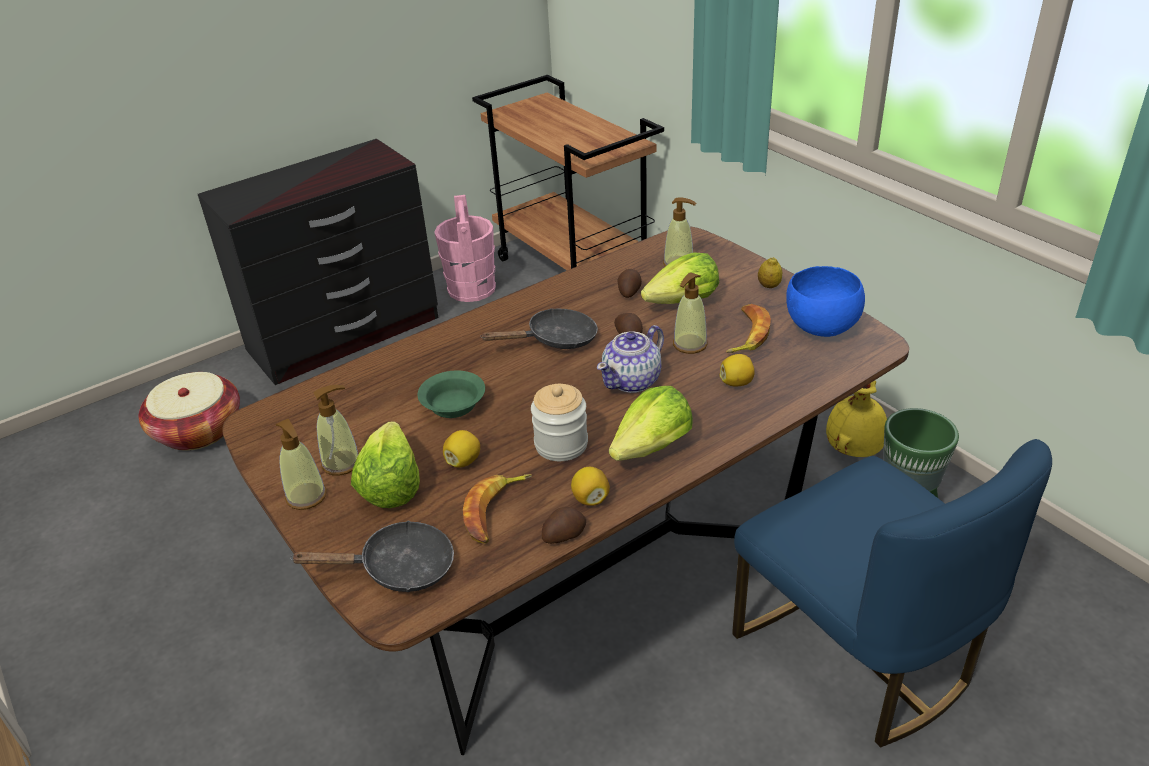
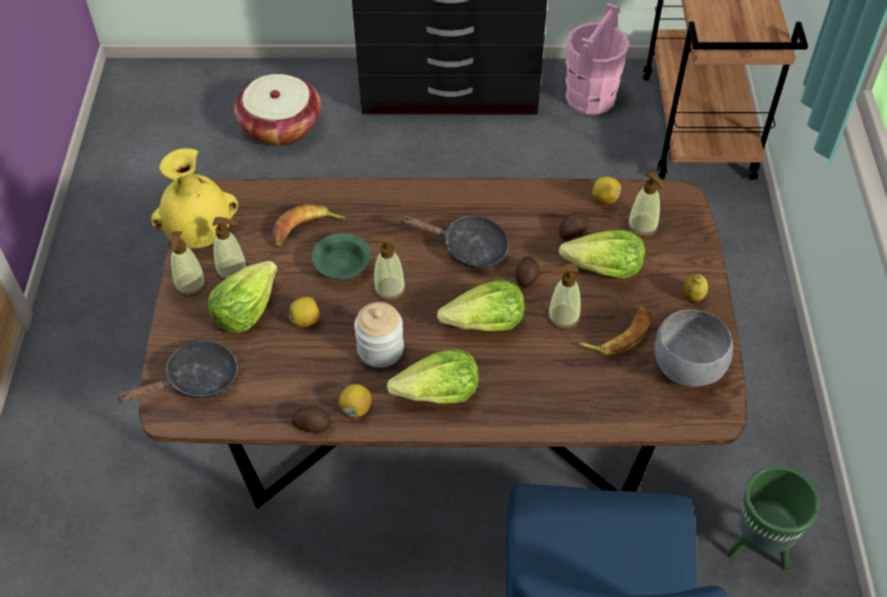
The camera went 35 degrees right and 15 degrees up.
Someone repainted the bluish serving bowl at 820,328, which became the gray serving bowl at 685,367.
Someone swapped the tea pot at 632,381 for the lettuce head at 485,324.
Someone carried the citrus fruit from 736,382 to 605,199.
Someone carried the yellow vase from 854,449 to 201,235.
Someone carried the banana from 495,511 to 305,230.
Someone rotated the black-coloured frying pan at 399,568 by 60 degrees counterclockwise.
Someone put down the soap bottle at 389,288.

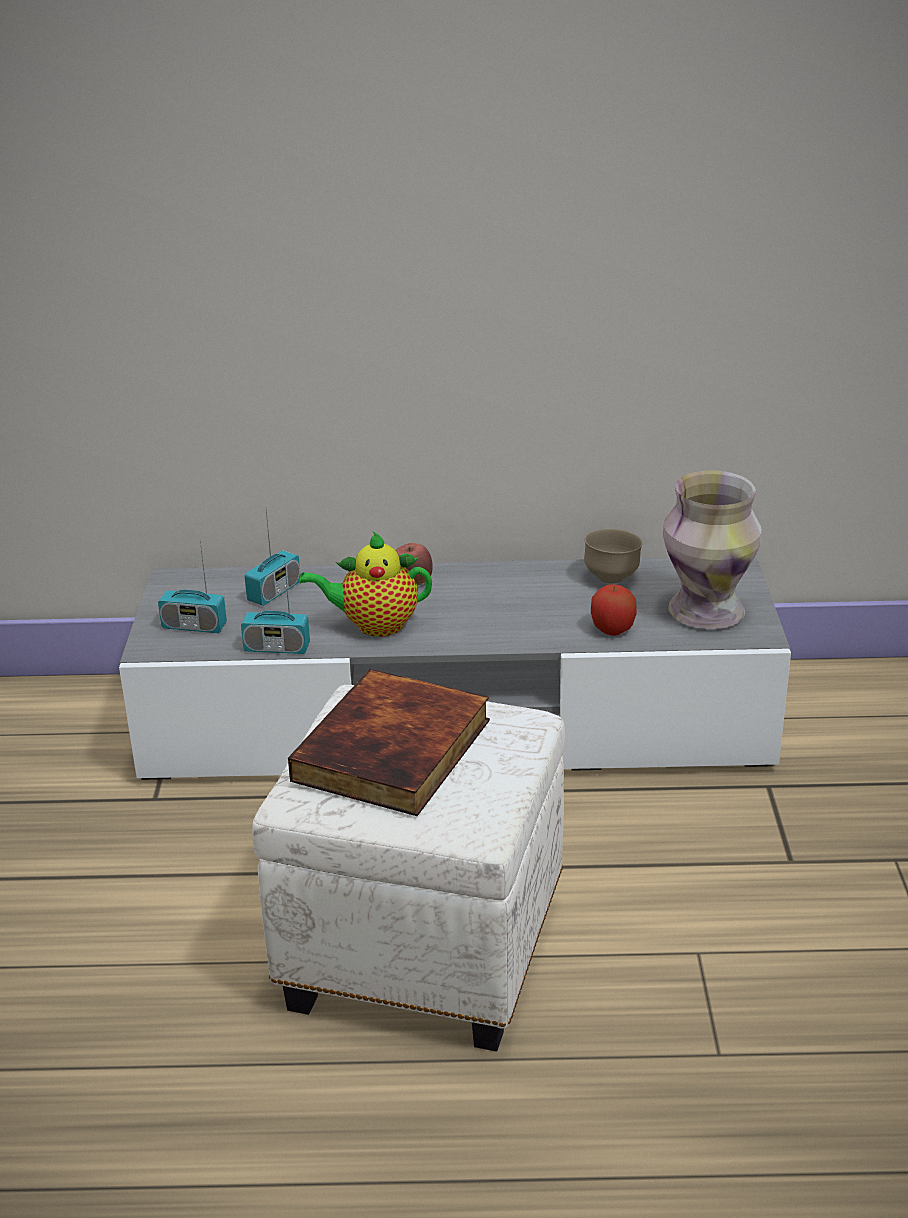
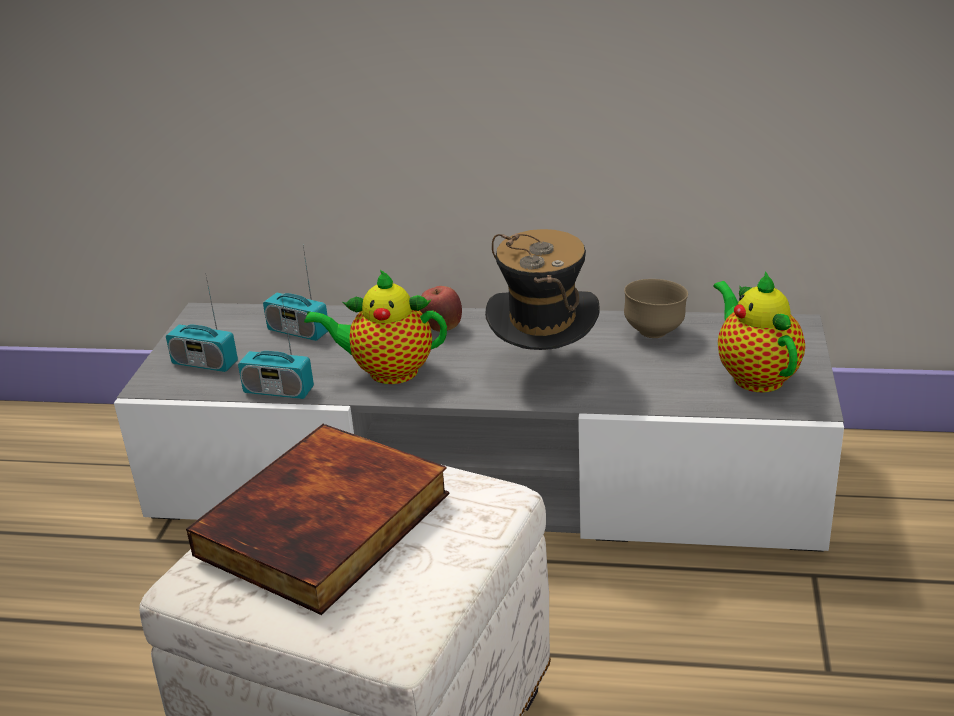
The camera went 10 degrees right and 0 degrees up.
Someone swapped the vase at 708,612 for the tea pot at 754,375.
Someone rotated the radio set at 274,592 by 75 degrees clockwise.
Someone took away the apple fruit at 612,629.
Someone put down the clothing hat at 544,370.

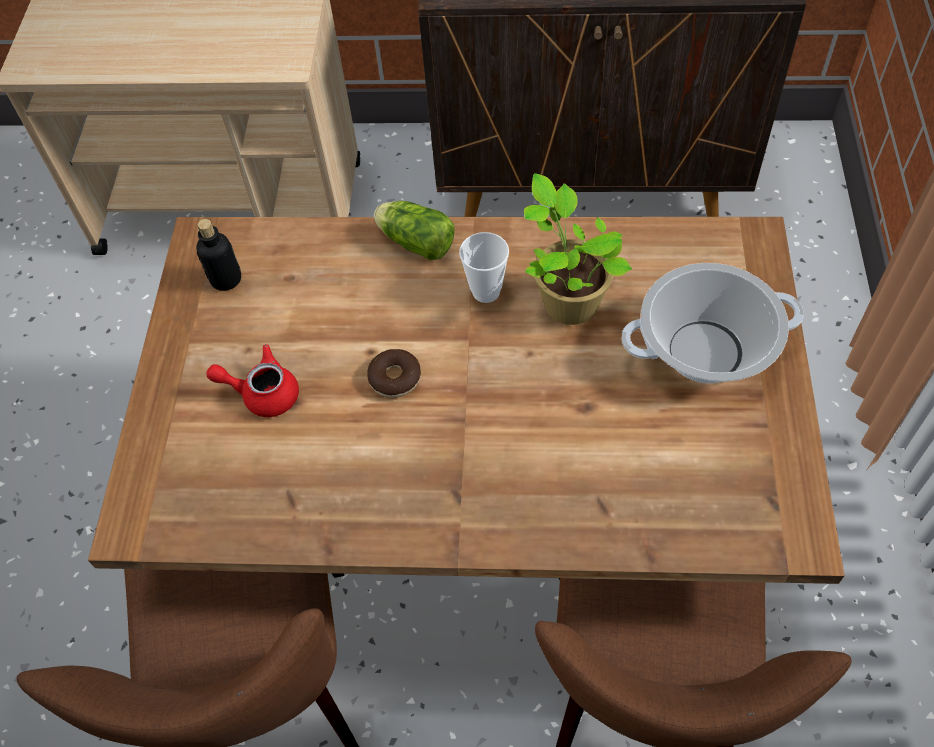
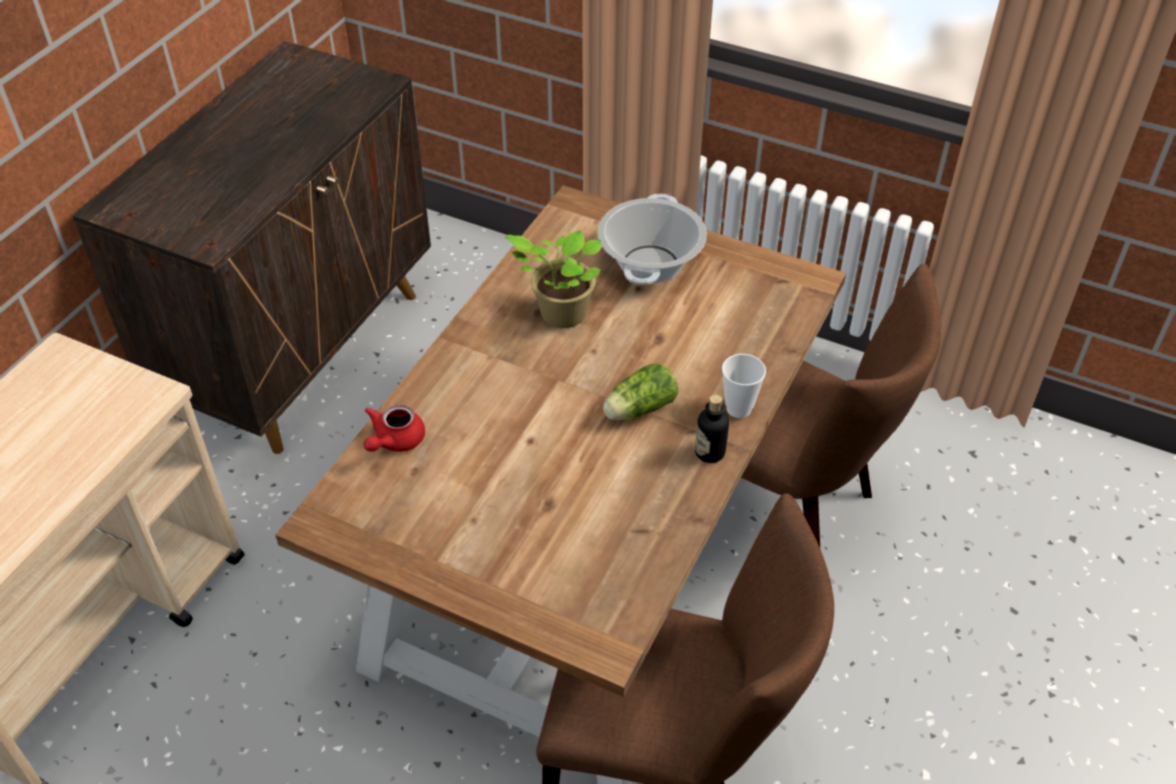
The camera went 70 degrees left and 10 degrees down.
Someone carried the lettuce head from 414,241 to 638,409.
Someone carried the bottle from 226,279 to 710,452.
Someone carried the cup from 486,291 to 738,409.
Someone carried the red-coloured tea pot from 263,393 to 394,441.
Someone took away the ring doughnut at 395,378.

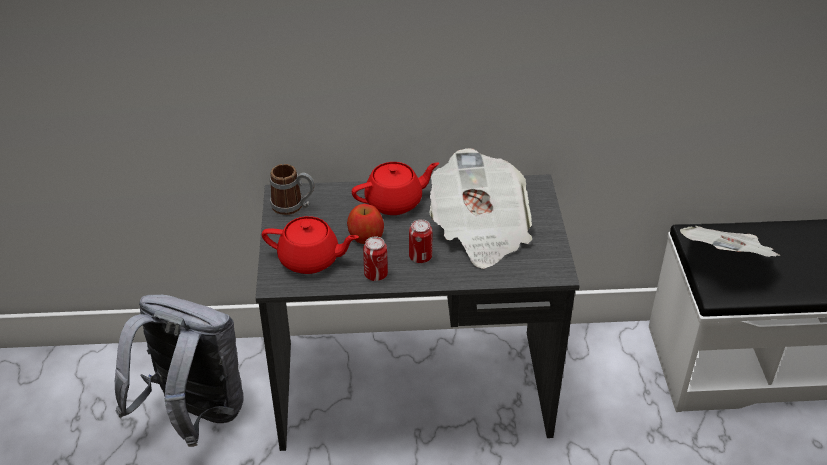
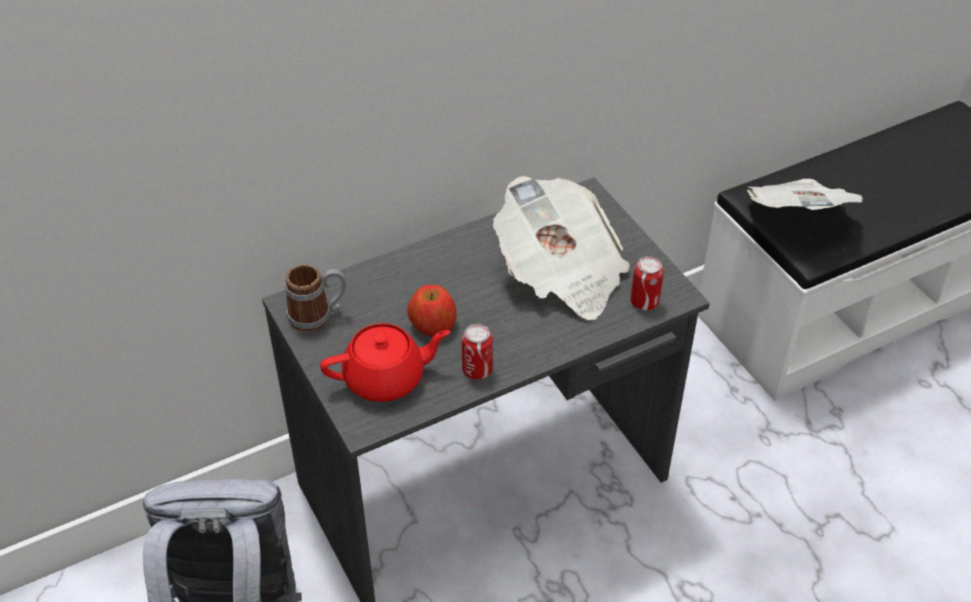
The camera went 25 degrees left and 5 degrees up.
Someone took away the red-coloured tea pot at 395,202.
Someone carried the sealed can from 420,257 to 644,302.

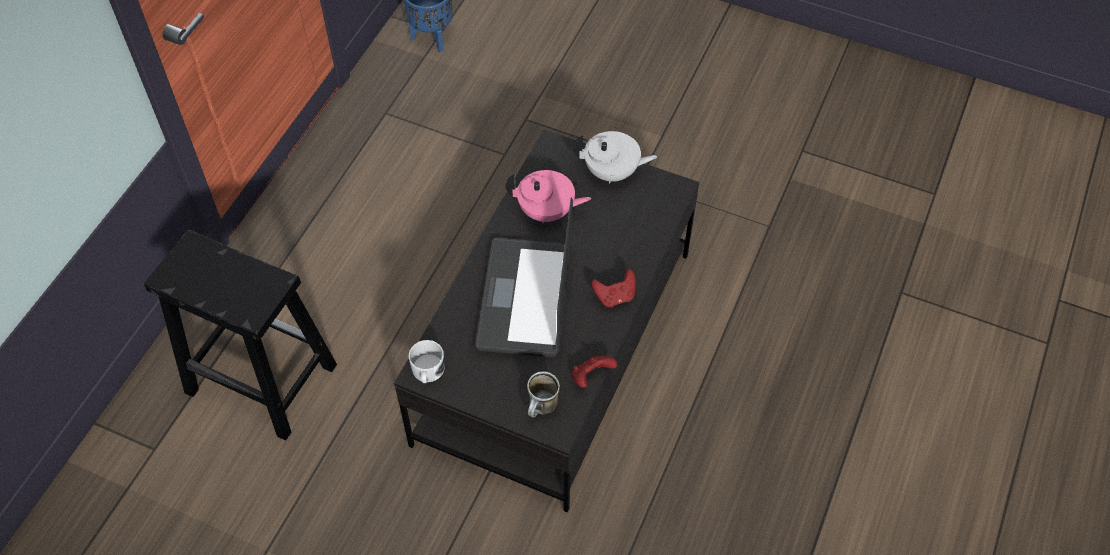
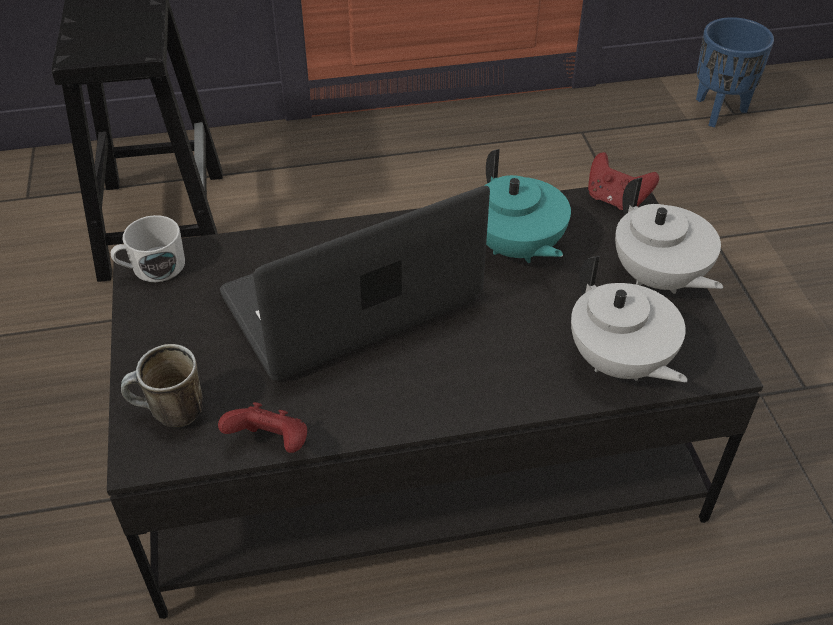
The camera went 55 degrees right and 10 degrees down.
Someone repainted the pink tea pot at 546,212, which became the blue-green tea pot at 516,248.
Someone carried the red-coloured joypad from 615,296 to 616,200.
Someone put down the whitish tea pot at 619,363.

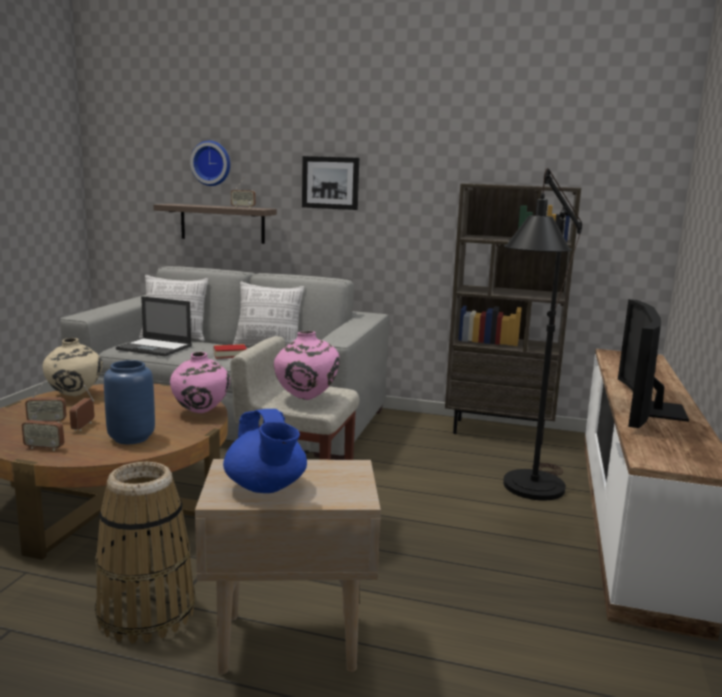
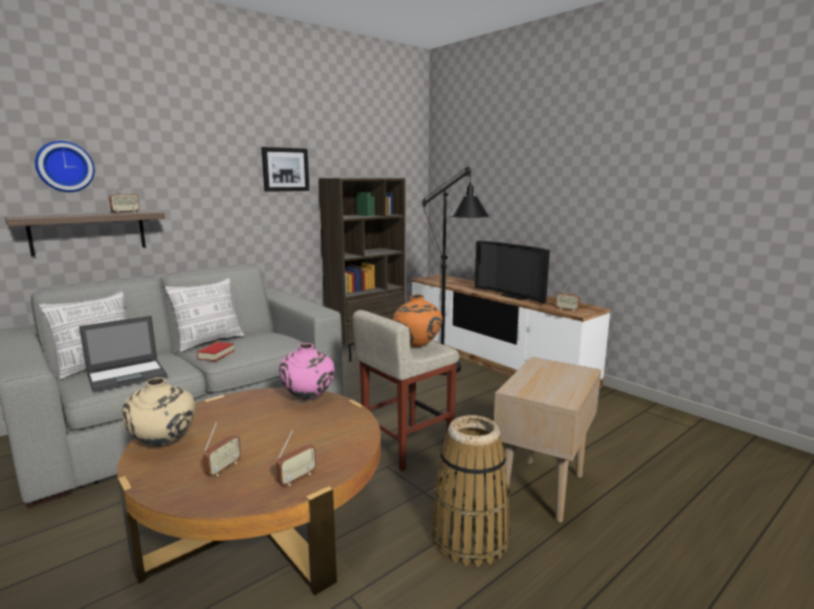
The camera went 55 degrees left and 0 degrees up.
Someone carried the wall picture from 330,183 to 285,169.
Someone repainted the pink vase at 305,399, which became the orangey vase at 417,347.
Someone took away the bluish vase at 131,438.
Someone carried the radio set from 83,426 to 567,309.
Someone took away the bluish tea pot at 266,487.

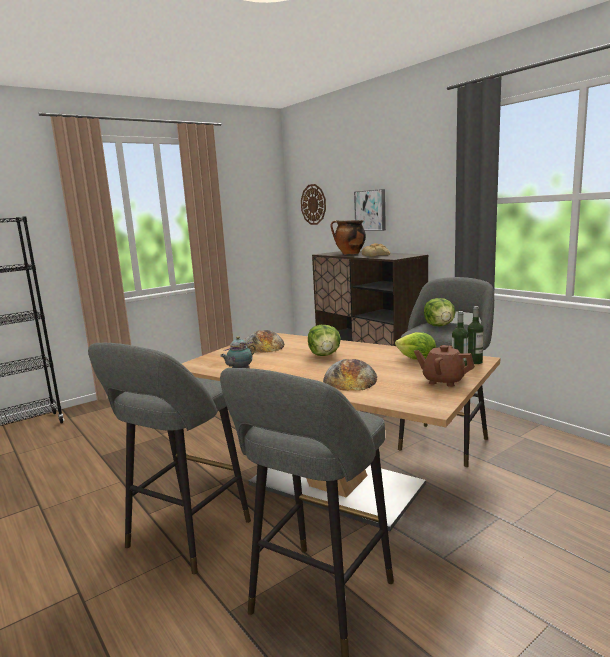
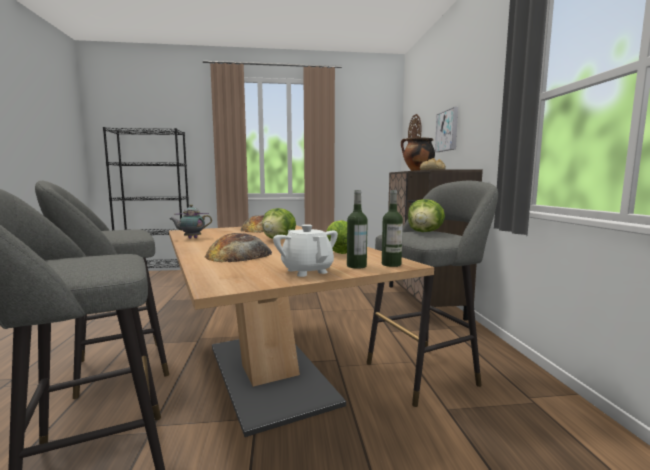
The camera went 30 degrees right and 5 degrees down.
Someone repainted the brown tea pot at 443,381, which became the whitish tea pot at 307,271.

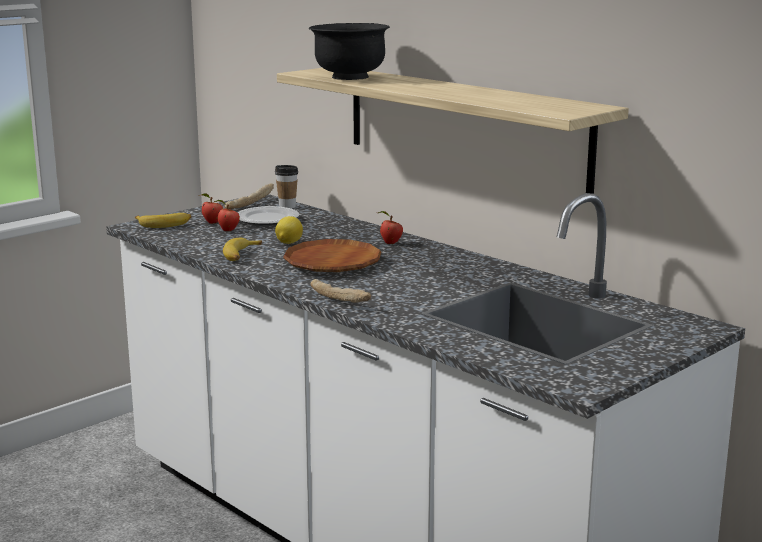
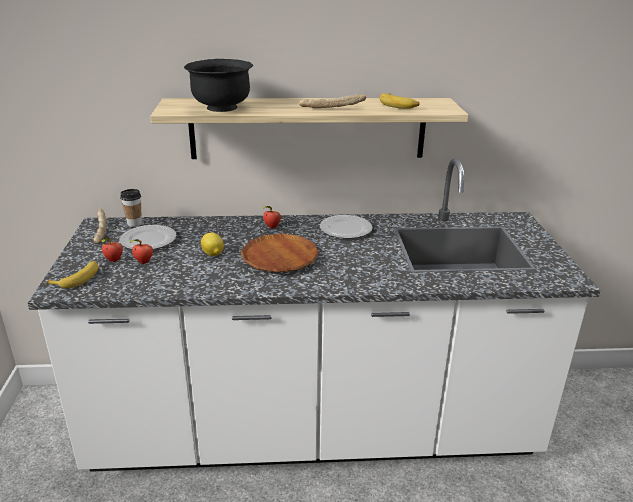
The camera went 50 degrees left and 10 degrees up.
Someone carried the banana from 241,255 to 399,105.
Someone carried the bread from 340,299 to 332,107.
Someone put down the flat dish at 345,230.

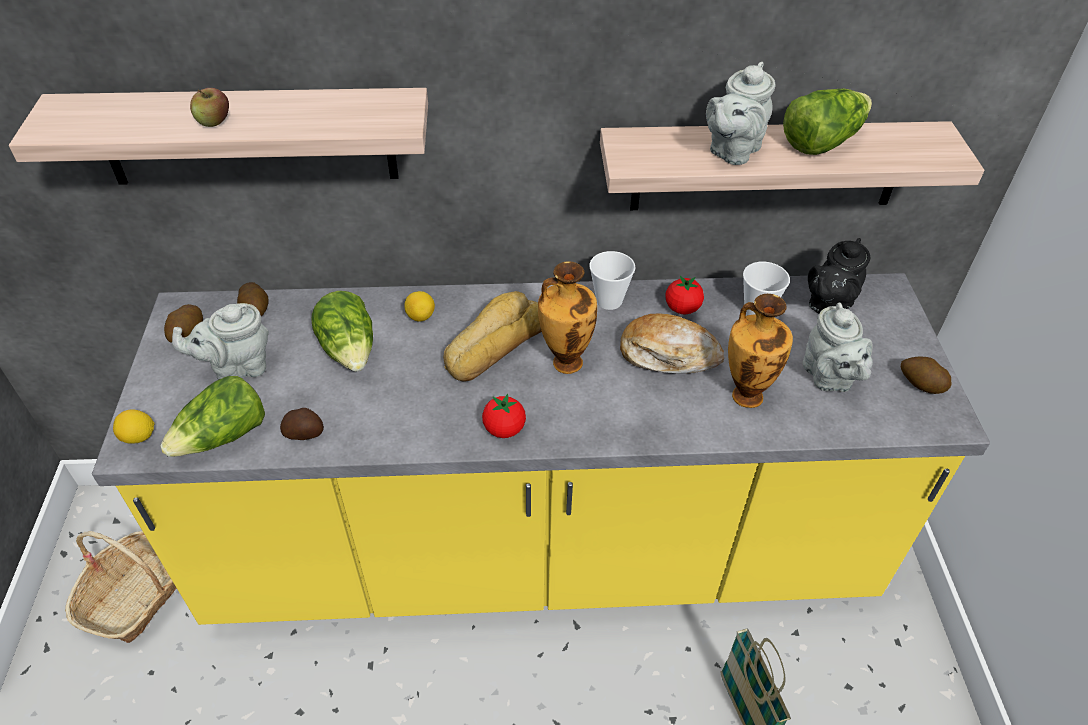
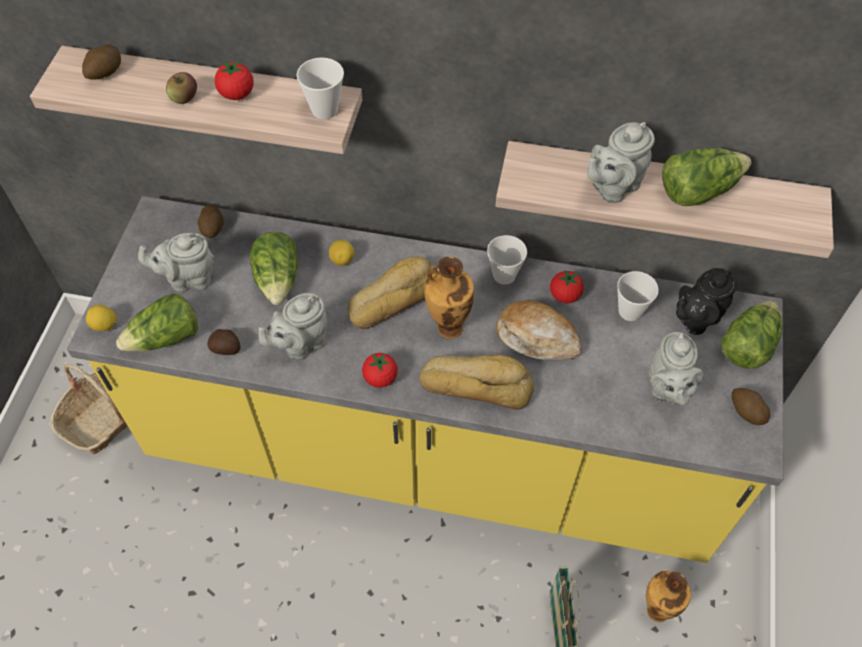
The camera went 15 degrees right and 10 degrees up.
Someone carried the vase from 745,394 to 657,609.
Someone carried the spud from 187,334 to 105,73.
Someone put down the cup at 324,110.
Someone put down the fresh tomato at 237,94.
Someone put down the gray tea pot at 300,344.
Someone put down the lettuce head at 747,345.
Someone put down the bread at 476,384.

